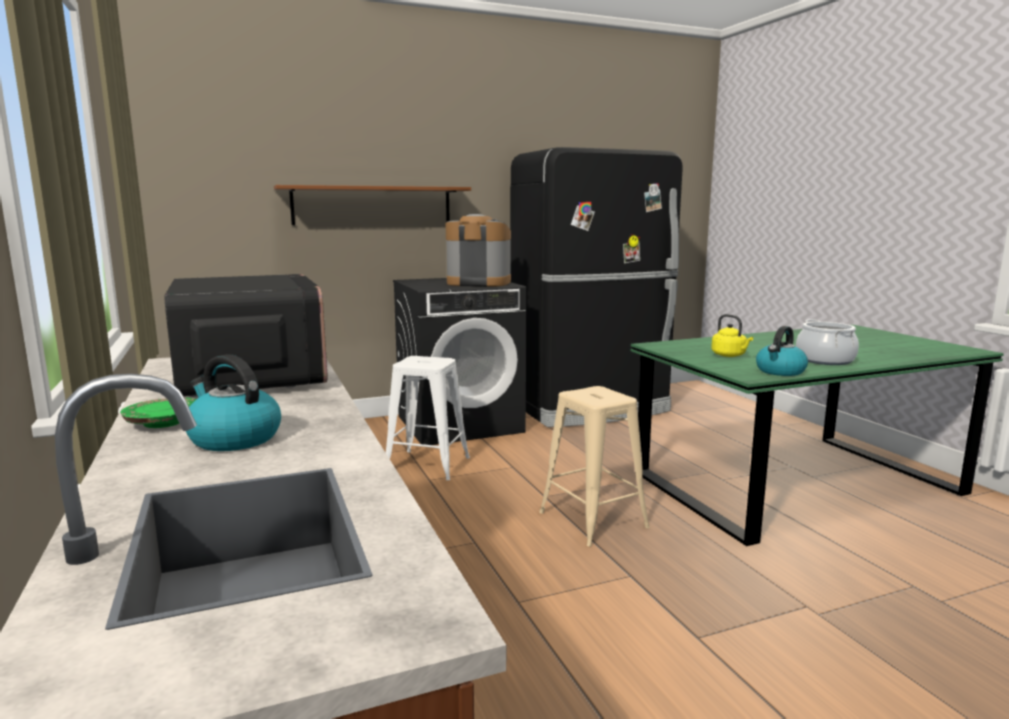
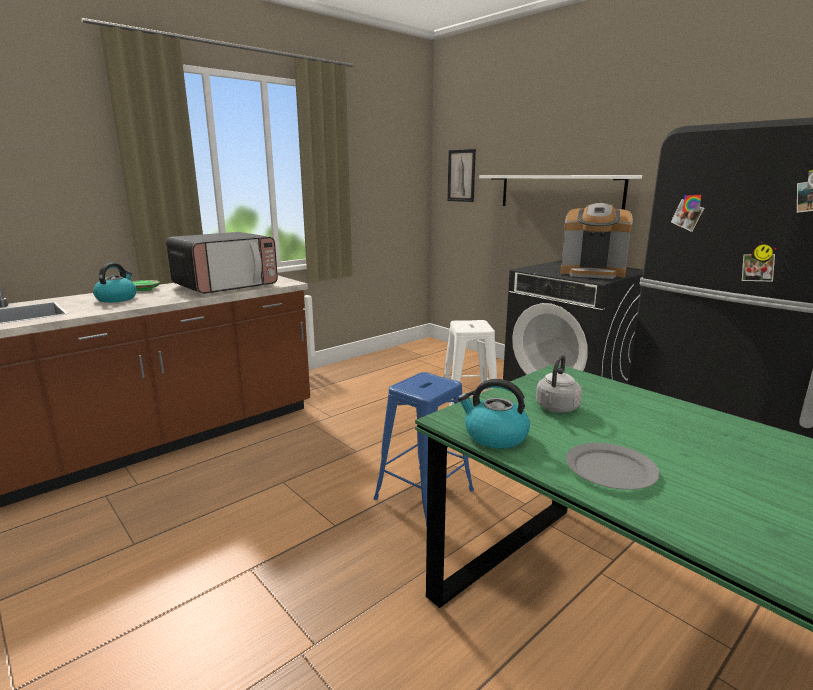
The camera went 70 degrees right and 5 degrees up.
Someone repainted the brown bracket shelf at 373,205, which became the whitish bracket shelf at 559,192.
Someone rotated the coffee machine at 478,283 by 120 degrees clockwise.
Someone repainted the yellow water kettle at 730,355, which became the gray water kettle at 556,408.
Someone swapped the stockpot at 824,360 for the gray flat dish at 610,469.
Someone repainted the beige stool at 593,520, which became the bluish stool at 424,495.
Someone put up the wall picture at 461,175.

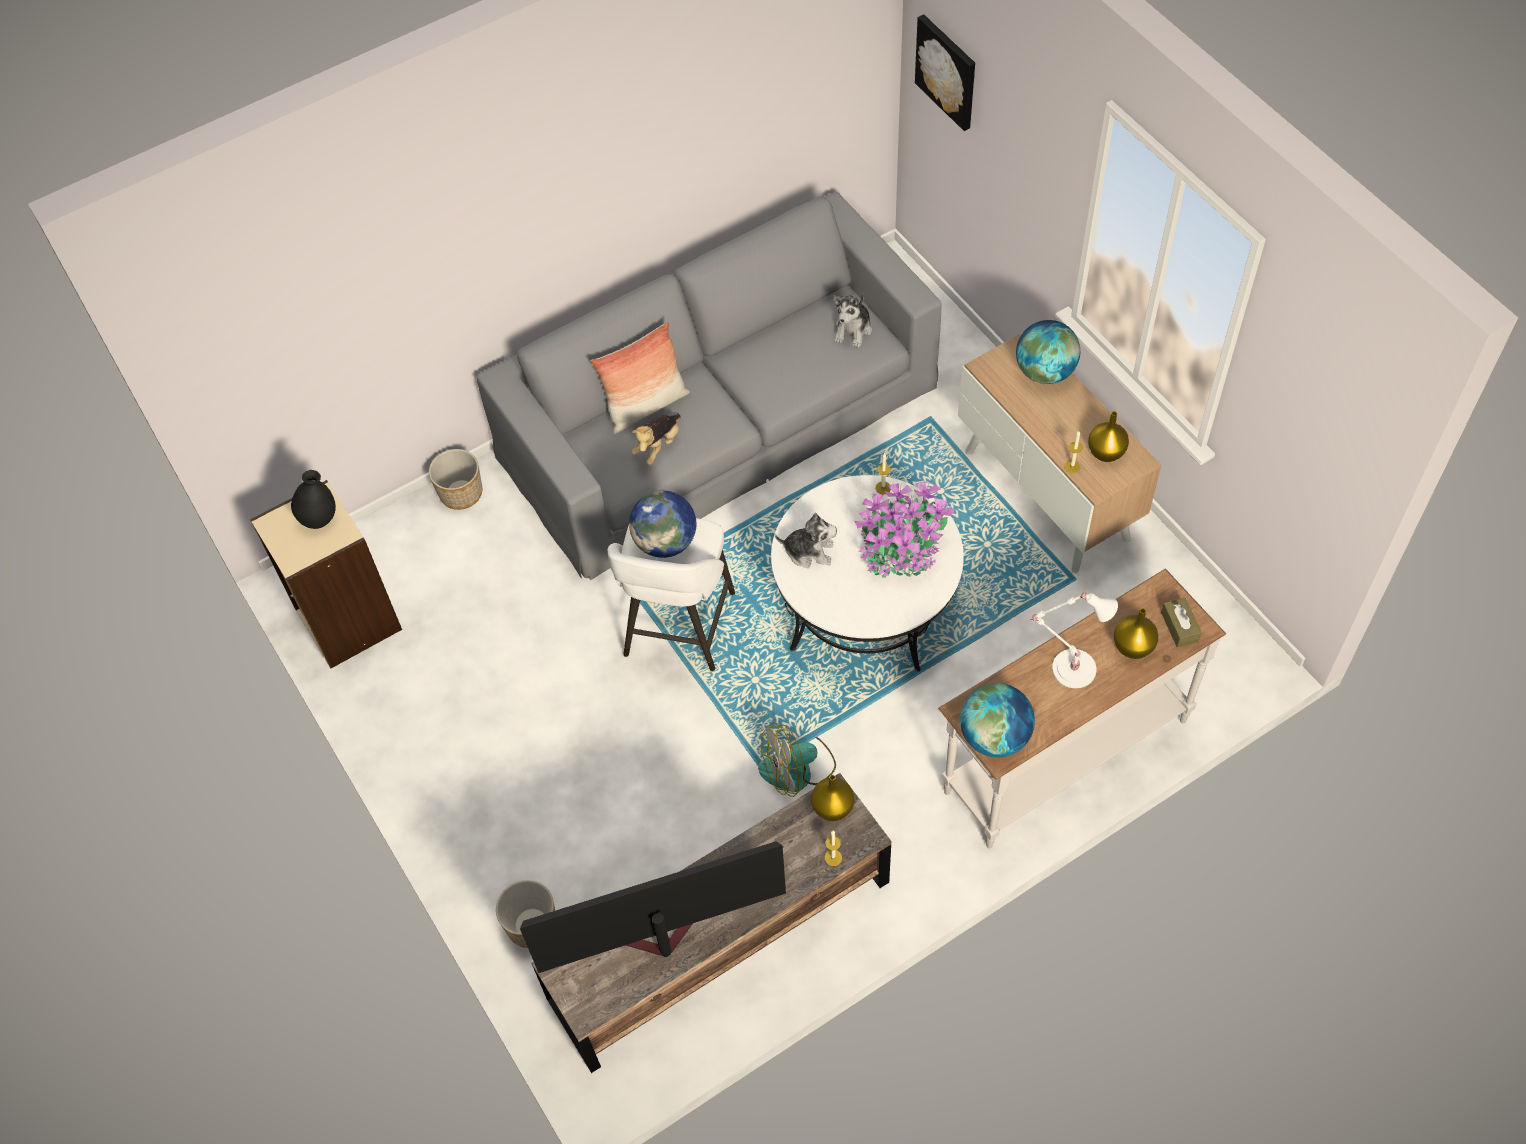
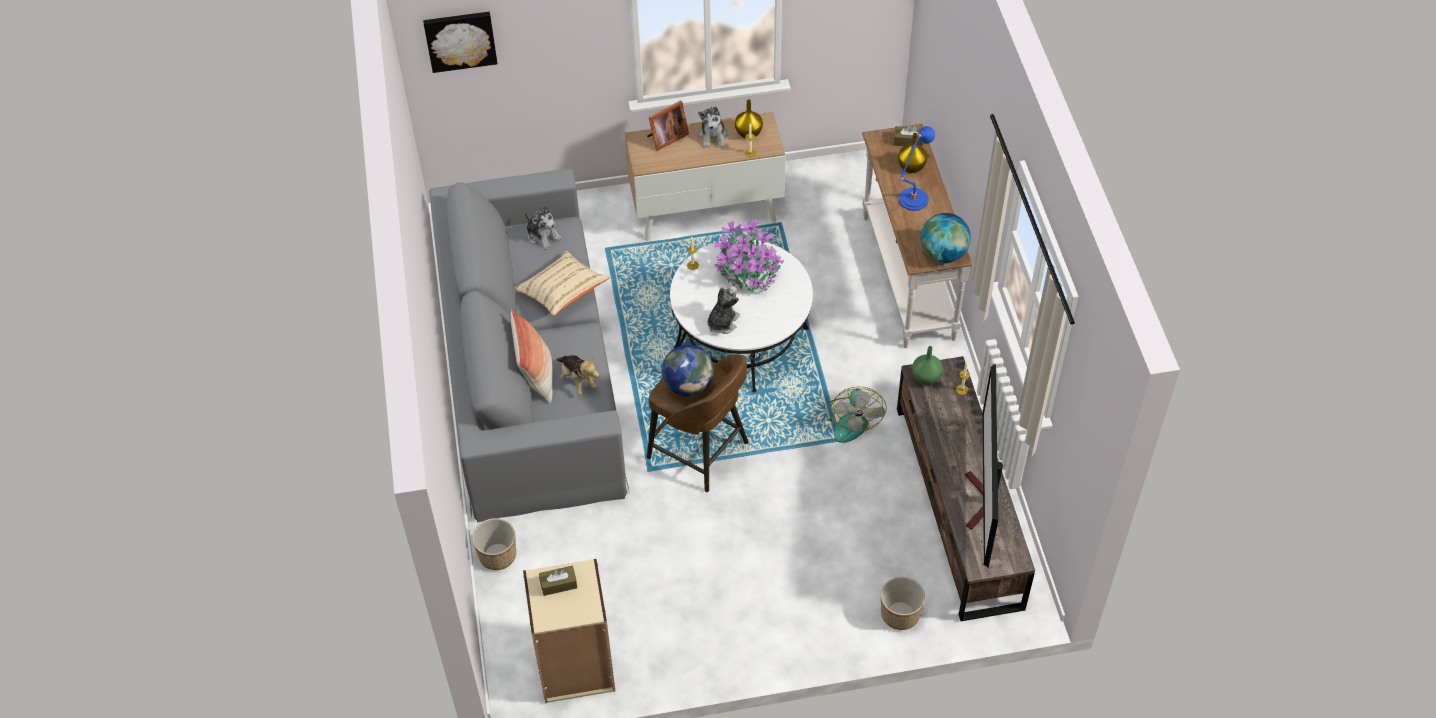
The camera went 70 degrees left and 5 degrees down.
Someone swapped the desk globe at 1045,372 for the photo frame at 666,138.
Someone swapped the black-coloured vase at 319,518 for the brown tissue holder at 558,584.
Someone repainted the whitish stool at 678,627, which became the brown stool at 700,452.
Someone repainted the whitish lamp for a table at 1070,668, which became the bluish lamp for a table at 911,201.
Someone repainted the yellow vase at 833,808, which became the green vase at 926,378.
Someone put down the cuddly toy at 713,136.
Someone put down the beige cushion at 562,293.

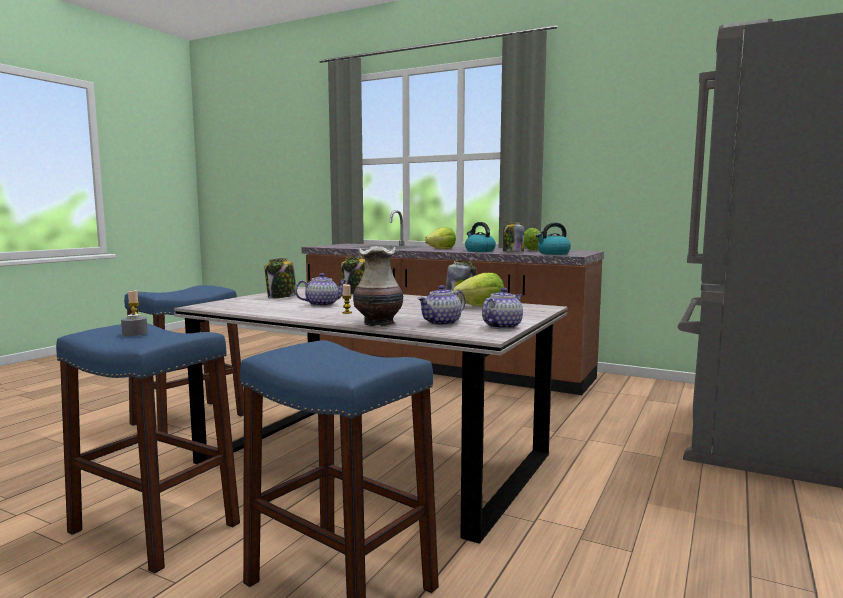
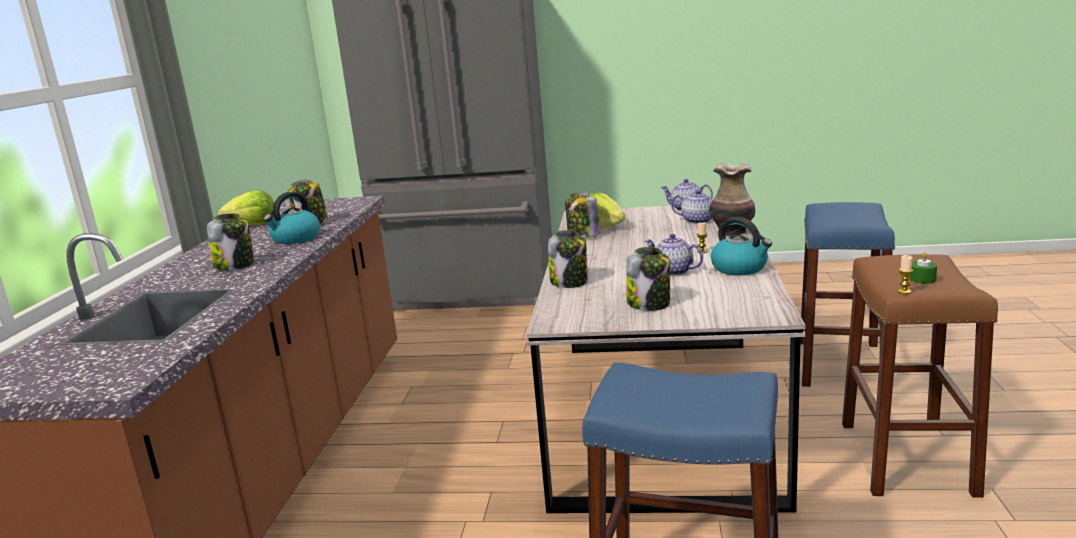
The camera went 110 degrees left and 10 degrees up.
Someone carried the water kettle from 553,253 to 740,268.
Someone swapped the lettuce head at 441,249 for the storage jar at 235,265.
Someone repainted the gray wax candle at 135,333, which became the green wax candle at 922,279.
Someone repainted the bluish stool at 154,528, which became the brown stool at 906,458.

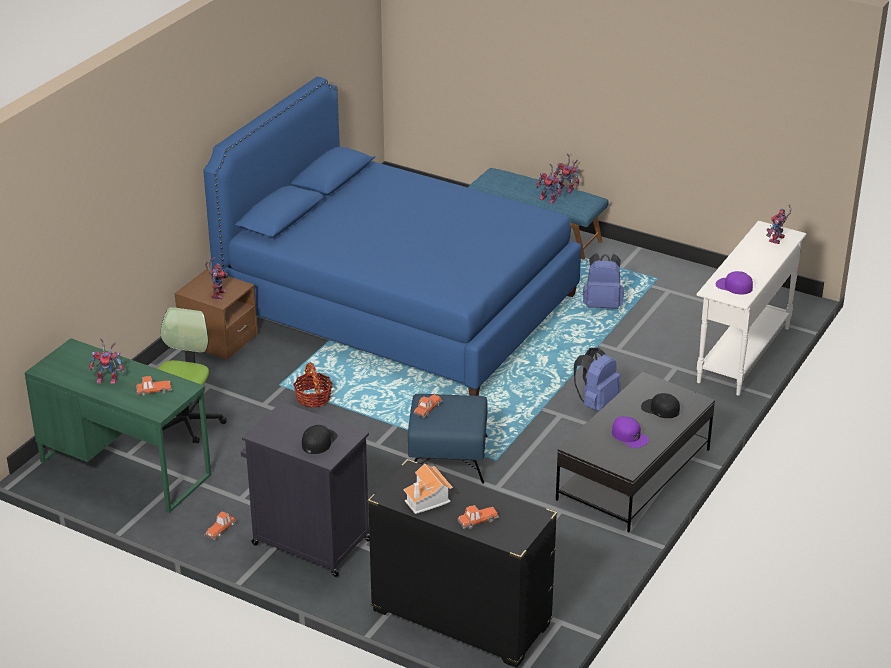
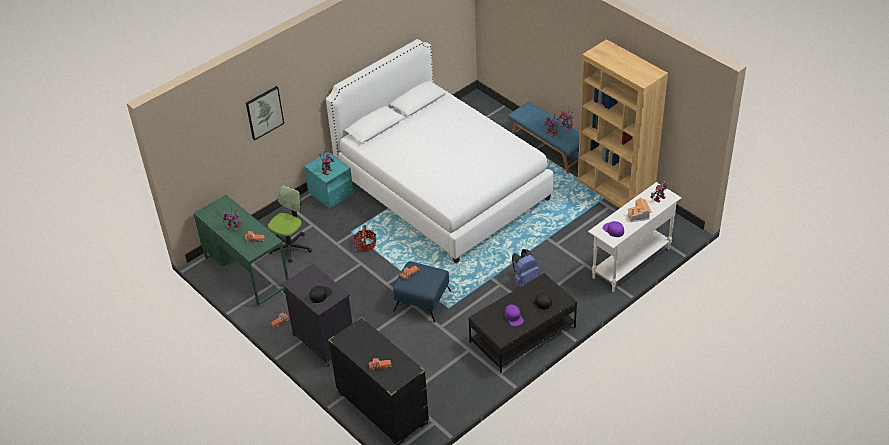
The camera went 20 degrees right and 10 degrees up.
Someone repainted the bluish sleeping bed at 398,305, which became the whitish sleeping bed at 442,187.
Someone took away the bluish backpack at 602,305.
Someone repainted the brown bedside table at 218,339, which became the blue-green bedside table at 330,193.
Someone carried the toy house from 427,499 to 638,215.
Someone put down the brown shelving unit at 615,191.
Someone put up the wall picture at 264,112.

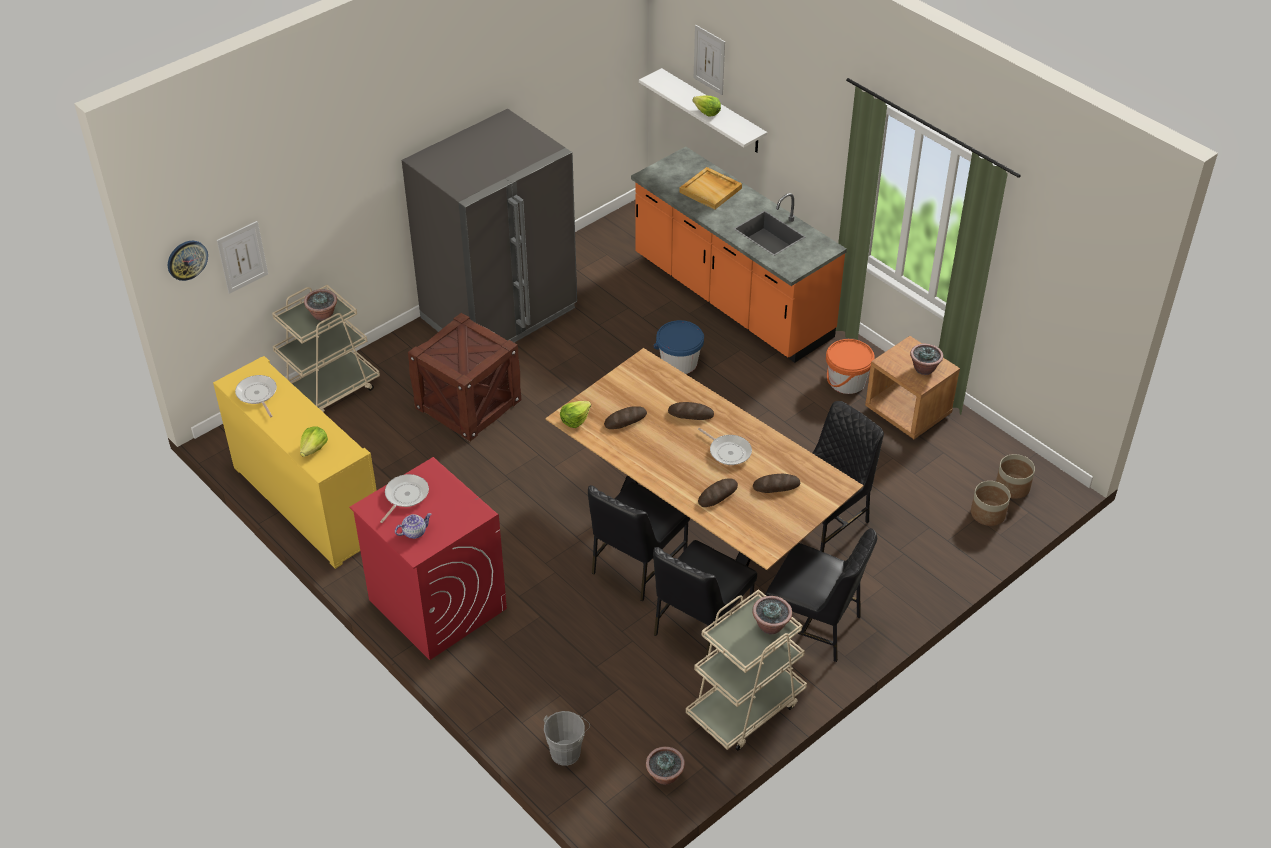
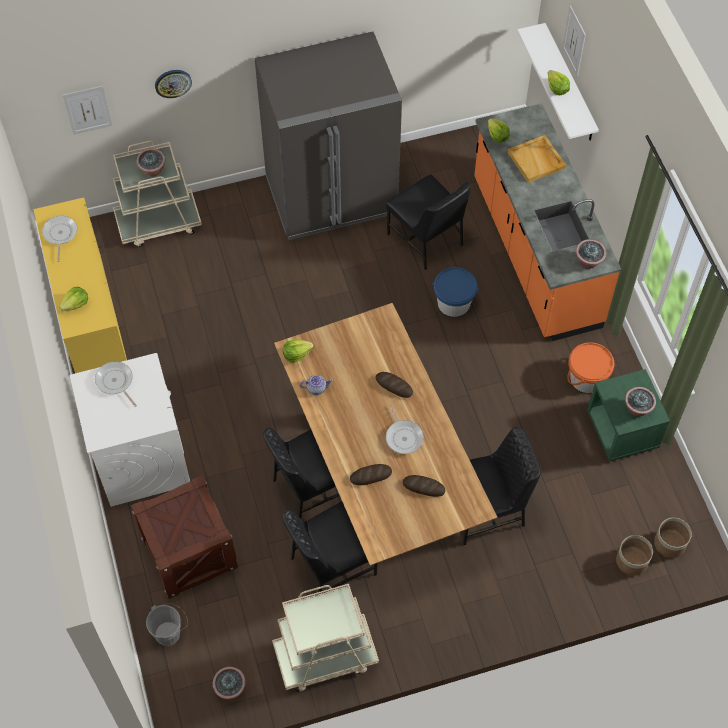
The camera went 25 degrees right and 15 degrees up.
Someone carried the wall clock from 187,259 to 173,83.
Someone carried the crate from 468,404 to 189,552.
Someone repainted the brown bedside table at 908,412, which became the green bedside table at 622,431.
Someone took away the bread at 625,420.
Someone repainted the red-coloured washing machine at 436,604, which became the whitish washing machine at 141,458.
Someone rotated the frying pan at 405,496 by 90 degrees counterclockwise.
Someone carried the tea pot from 414,532 to 316,388.
Someone carried the black-coloured plain chair from 814,626 to 426,239.
Someone carried the houseplant from 771,626 to 588,262.
Someone put down the lettuce head at 497,136.

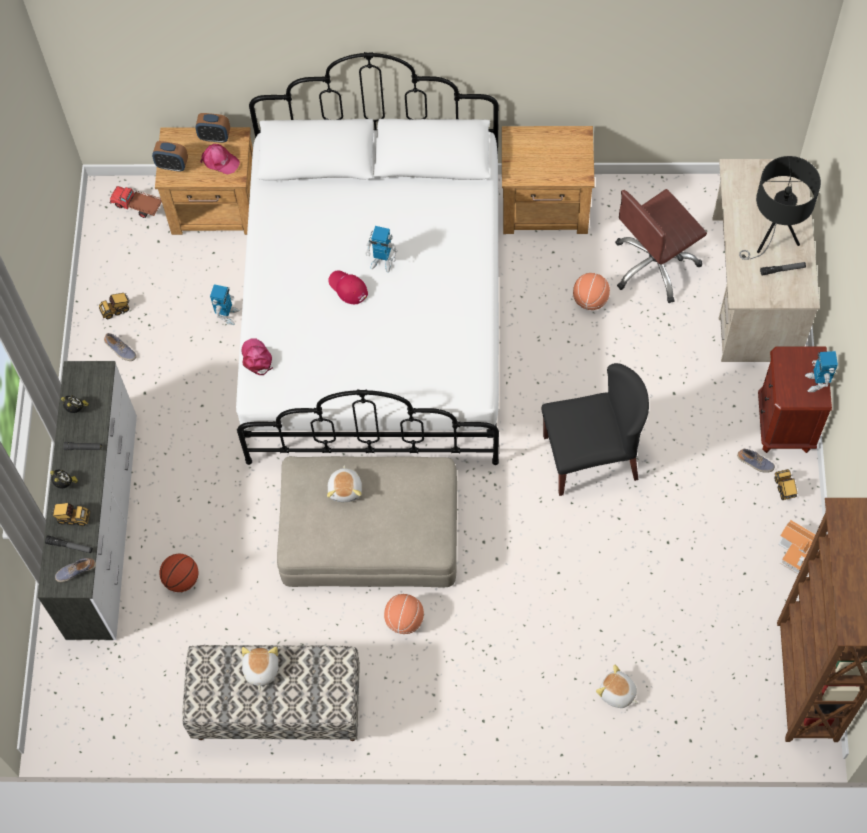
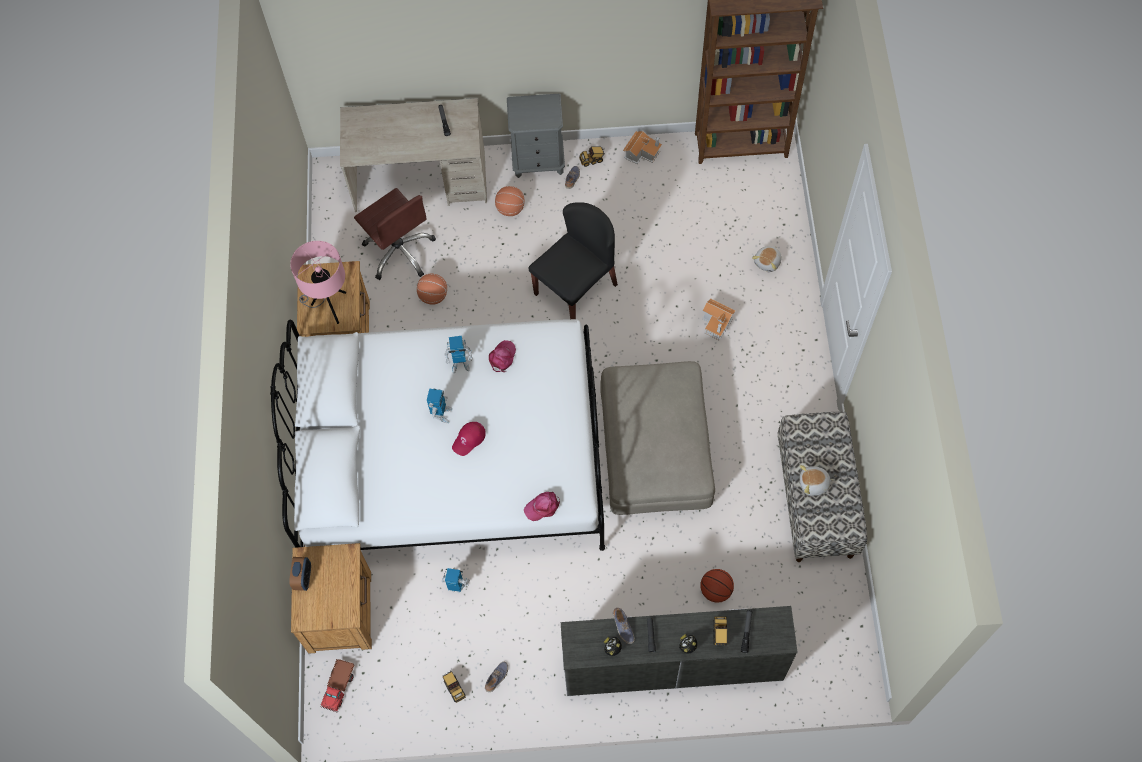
The camera went 95 degrees left and 0 degrees up.
Someone took away the bedside clock at 172,165.
Someone carried the pink cap from 219,161 to 502,357.
Someone took away the black-coloured lamp for a table at 772,240.
Someone repainted the brown bedside table at 784,424, which became the gray bedside table at 538,161.
Someone carried the robot figure from 817,382 to 460,364.
Someone rotated the black-coloured plain chair at 591,457 by 60 degrees clockwise.
Someone took away the cuddly toy at 345,489.
Someone carried the shoe from 76,571 to 623,627.
Someone carried the ball for basketball from 404,620 to 510,209.
Someone put down the pink lamp for a table at 329,306.
Someone put down the toy house at 717,323.

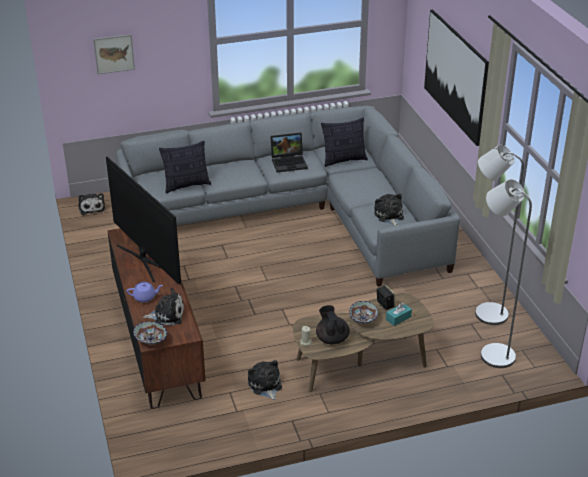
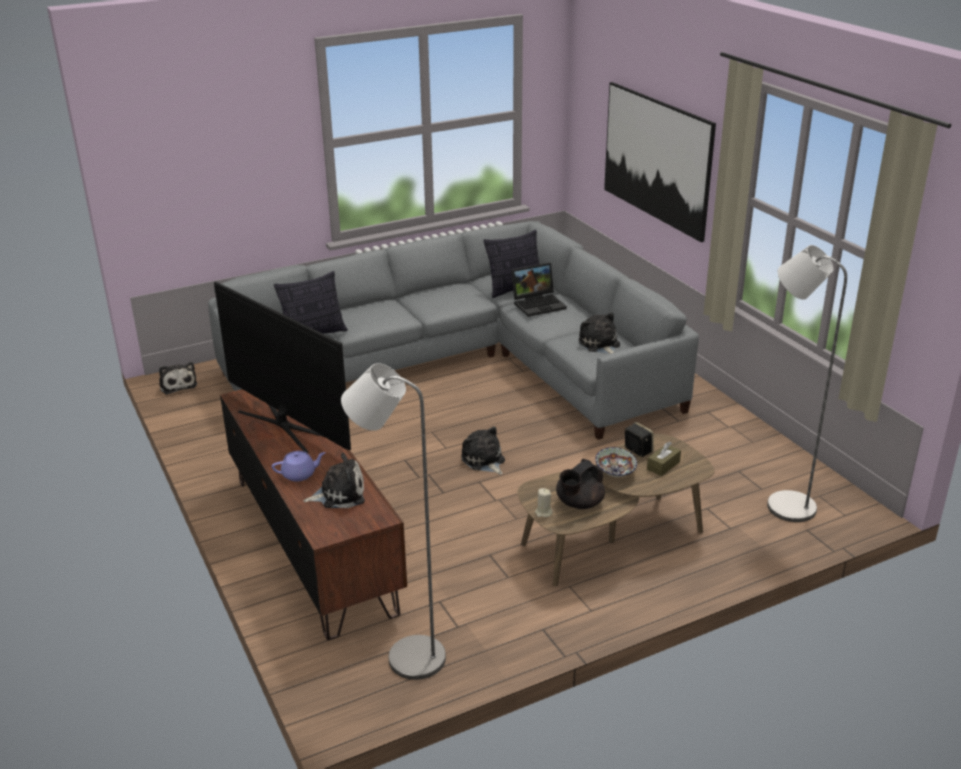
The camera went 10 degrees left and 5 degrees down.
Someone took away the wall picture at 114,54.
Someone carried the notebook computer from 289,162 to 539,304.
Someone carried the gray floor lamp from 485,313 to 405,657.
Someone repainted the blue-green tissue holder at 398,318, which became the brown tissue holder at 663,465.
Someone rotated the black-coloured tea pot at 332,338 by 105 degrees counterclockwise.
Someone took away the serving bowl at 151,340.
Someone carried the cuddly toy from 265,386 to 484,461.

